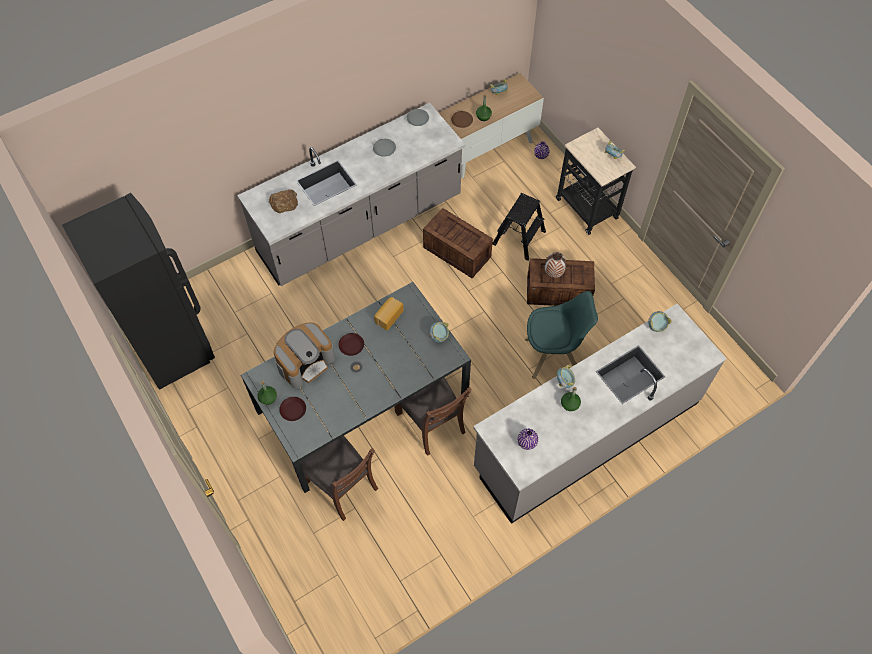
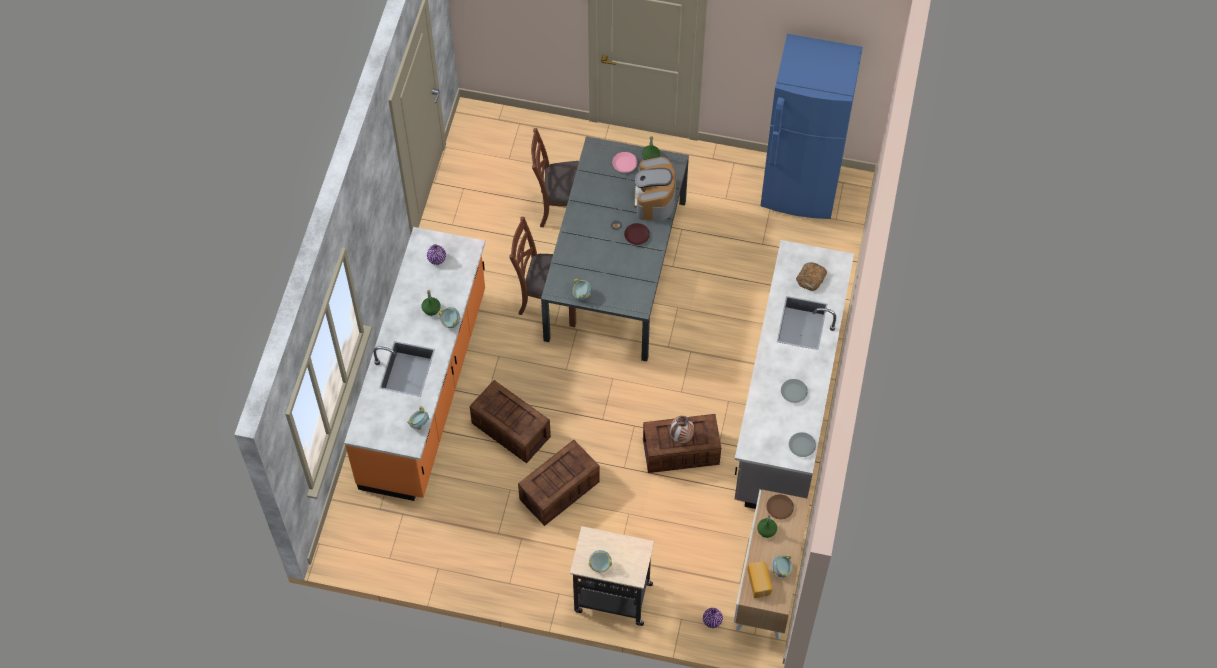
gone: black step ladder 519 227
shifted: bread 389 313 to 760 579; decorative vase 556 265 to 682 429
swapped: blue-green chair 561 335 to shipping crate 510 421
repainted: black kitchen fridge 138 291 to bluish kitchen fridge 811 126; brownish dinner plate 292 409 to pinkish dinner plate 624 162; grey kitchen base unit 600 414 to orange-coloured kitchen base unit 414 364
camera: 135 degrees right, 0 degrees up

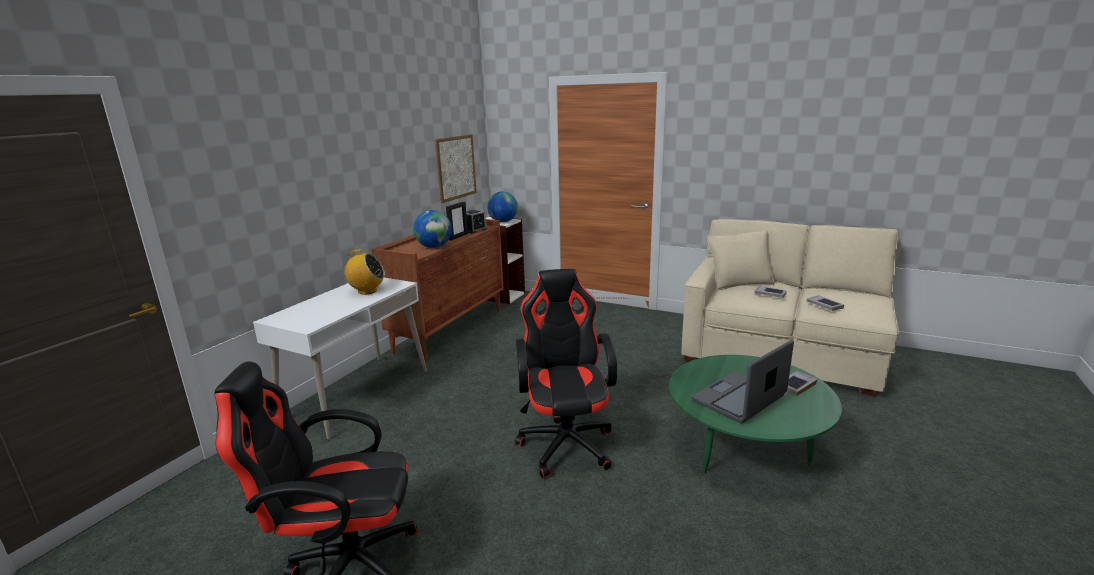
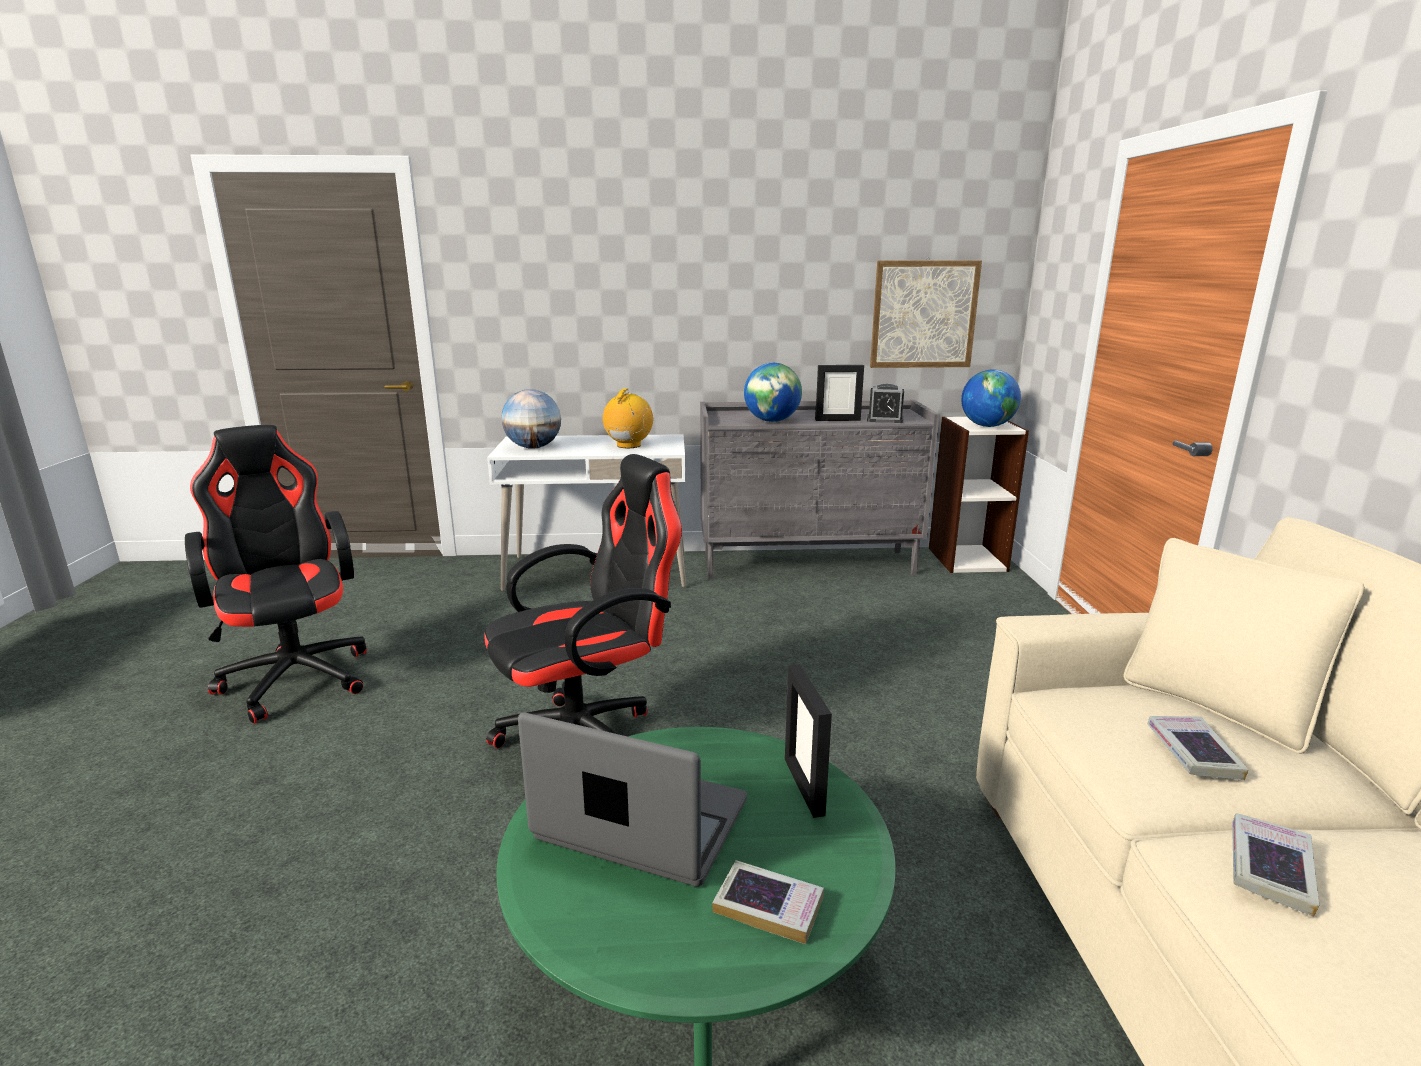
new: world globe 531 419; standing frame 808 741
repainted: brownish cupboard 437 290 to grey cupboard 819 489
rotated: radio receiver 362 272 = 628 418 135 degrees counterclockwise
camera: 60 degrees right, 0 degrees up

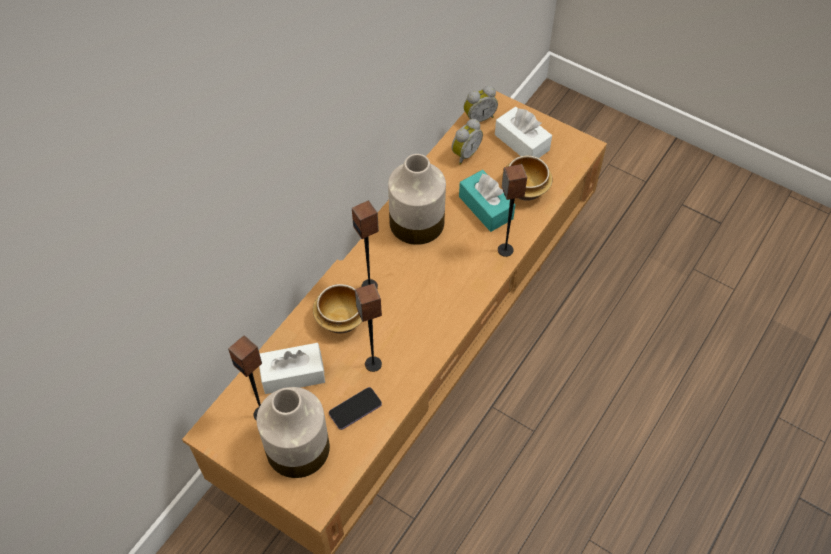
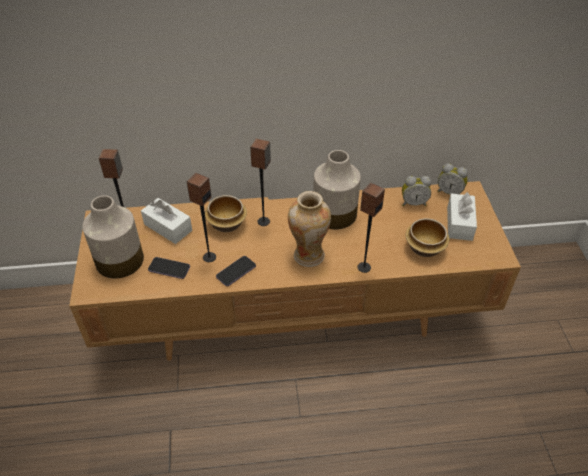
gone: blue-green tissue holder 487 201
new: handset 236 271; decorative vase 309 229
camera: 50 degrees right, 10 degrees down

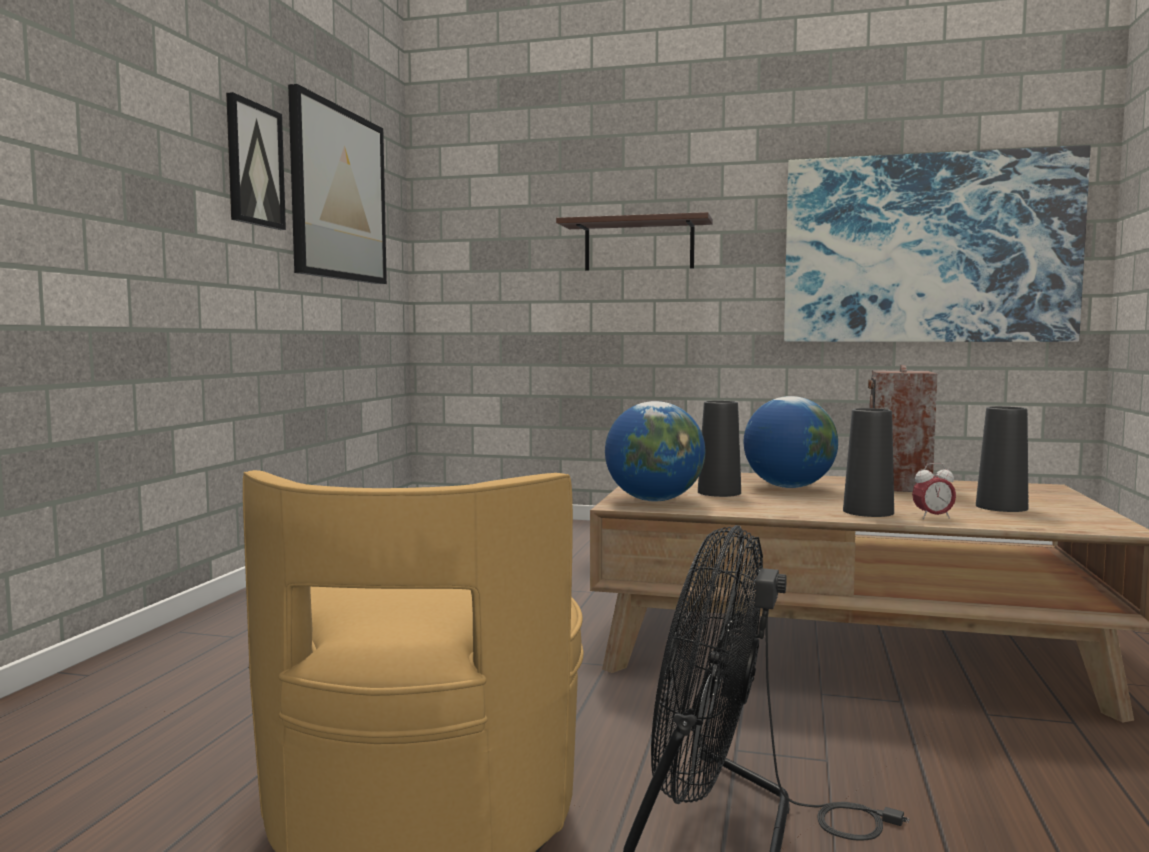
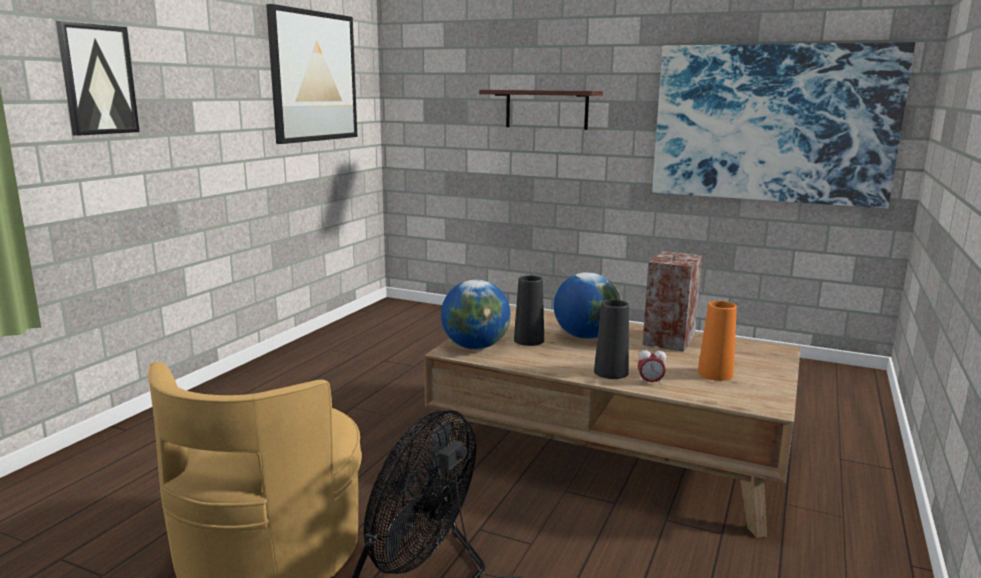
shifted: wall art 256 161 to 98 78
repainted: black decorative vase 1002 459 to orange-coloured decorative vase 717 341
camera: 10 degrees right, 10 degrees up

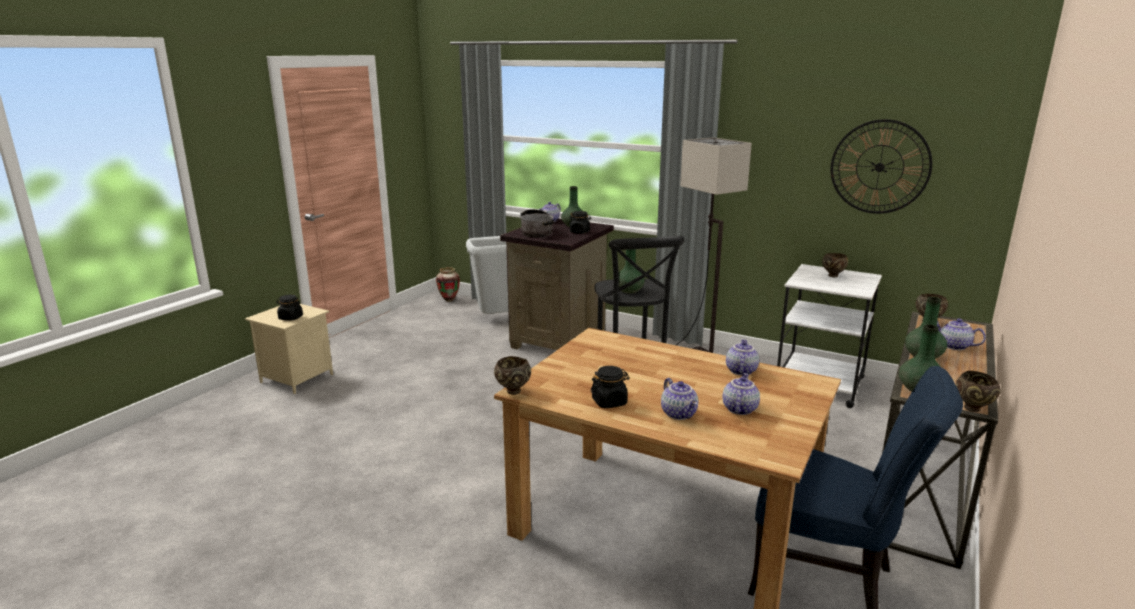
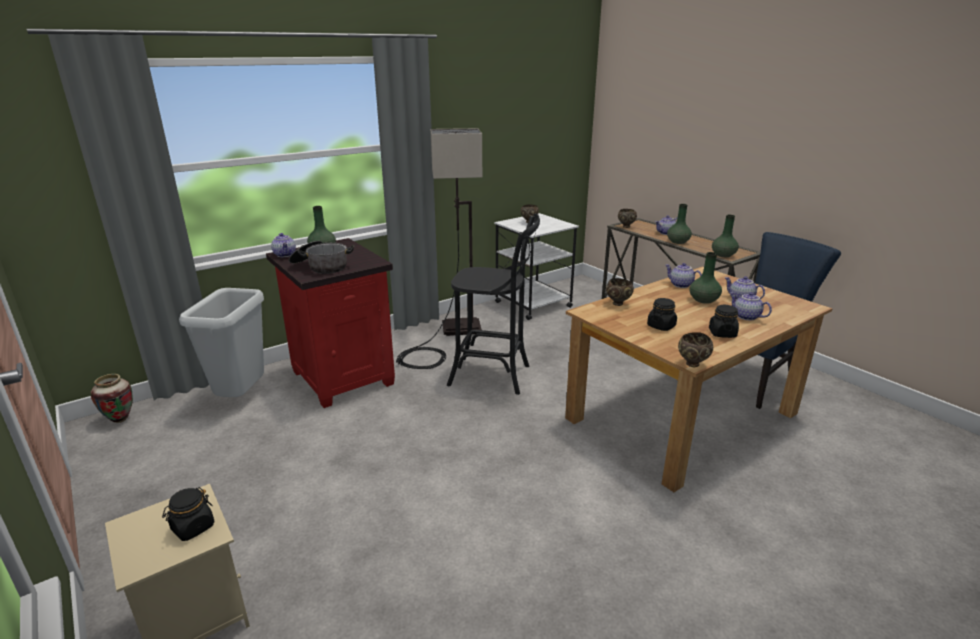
gone: clock on the wall 881 166
shifted: black jar 580 222 to 662 314; green-coloured decorative vase 632 271 to 706 278; brownish bowl 978 391 to 620 292
repainted: beige cupboard 557 284 to reddish cupboard 330 323
rotated: tea pot 679 399 = 751 306 135 degrees counterclockwise
camera: 65 degrees left, 5 degrees up

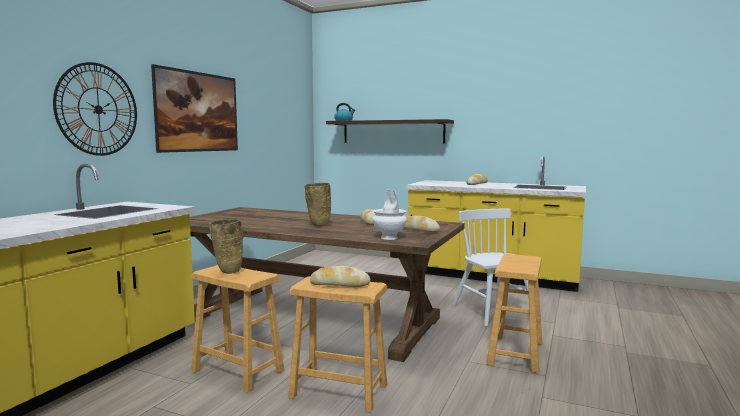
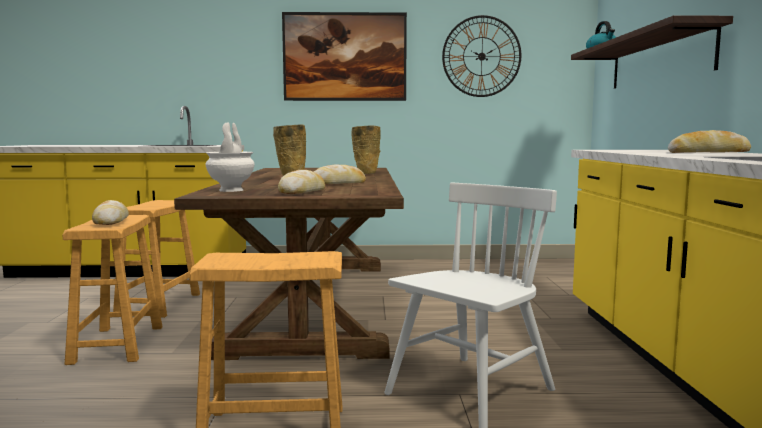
shifted: clock on the wall 95 109 to 481 56; beige decorative vase 226 246 to 365 150
camera: 65 degrees right, 0 degrees up

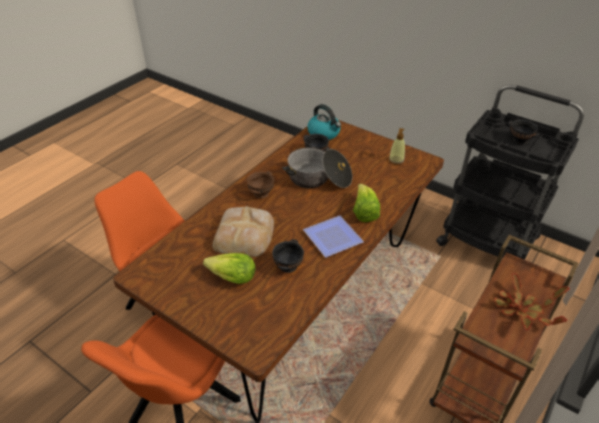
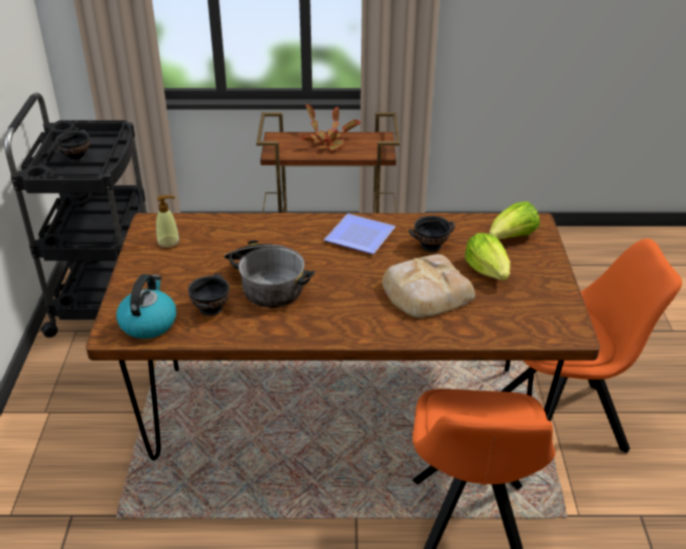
gone: brownish bowl 260 184
shifted: lettuce head 366 203 to 514 220
camera: 125 degrees left, 5 degrees down

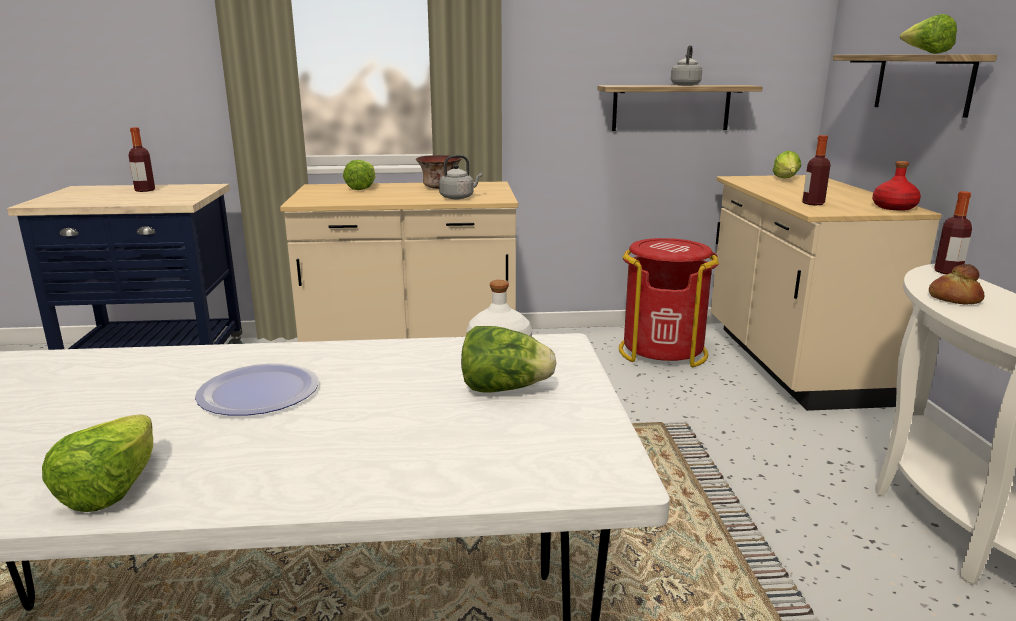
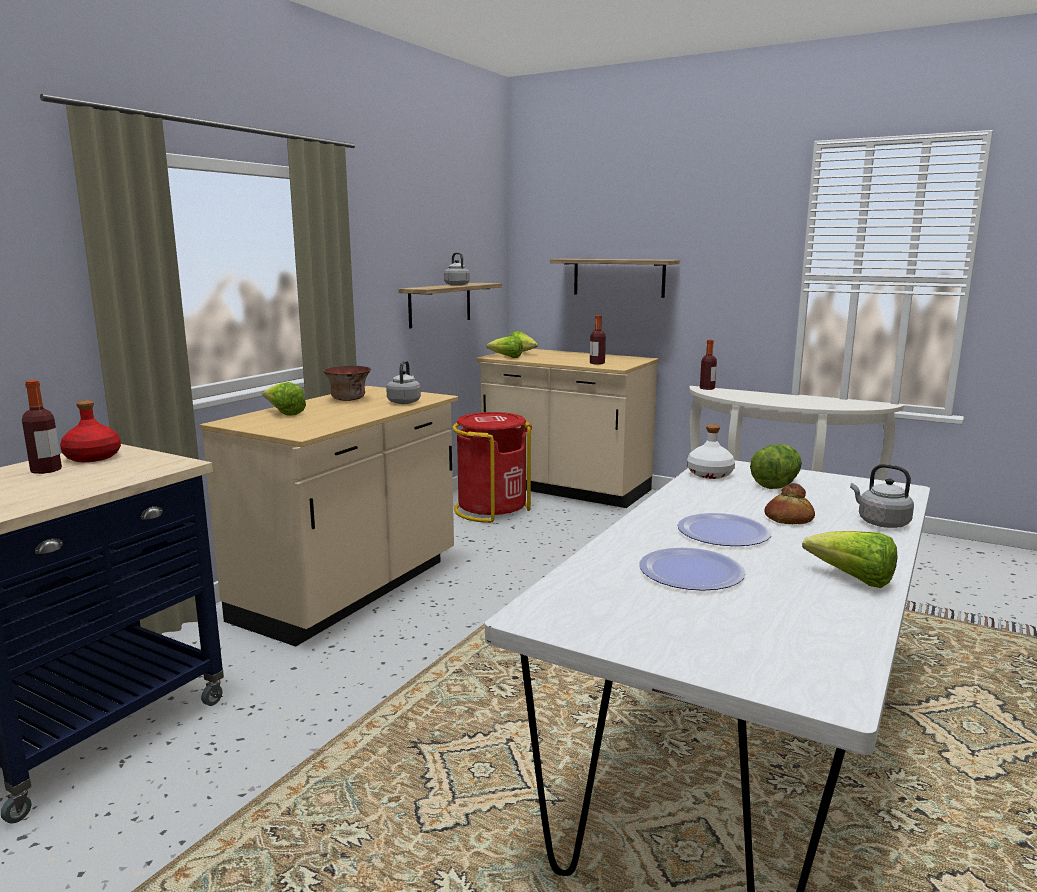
new: dinner plate 693 569; grey kettle 882 496
shifted: reddish bottle 896 186 to 90 431; lettuce head 928 34 to 505 346; bread 956 284 to 789 503
camera: 55 degrees left, 5 degrees down

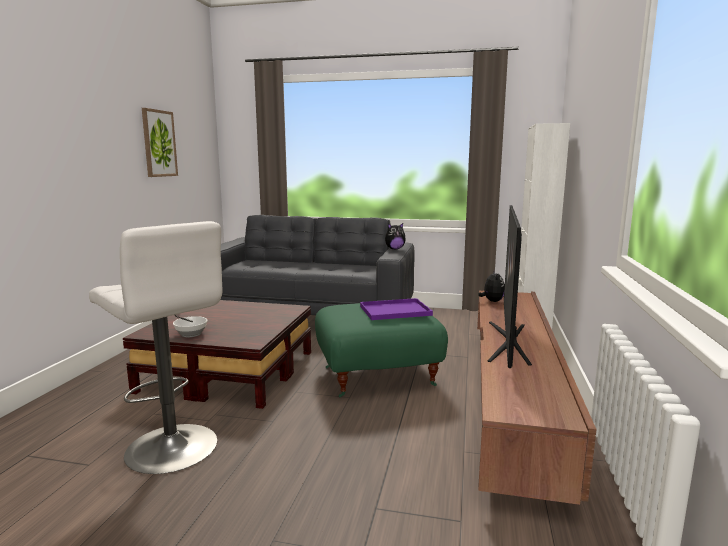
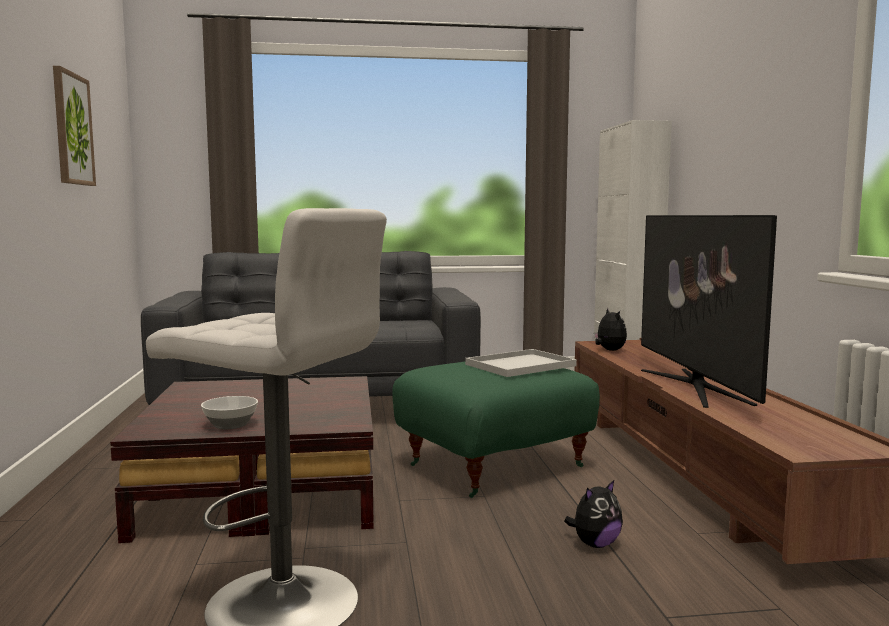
shifted: soft toy 395 236 to 593 514
repainted: purple-coloured carrying tray 396 309 to white carrying tray 521 363
camera: 20 degrees left, 5 degrees down

